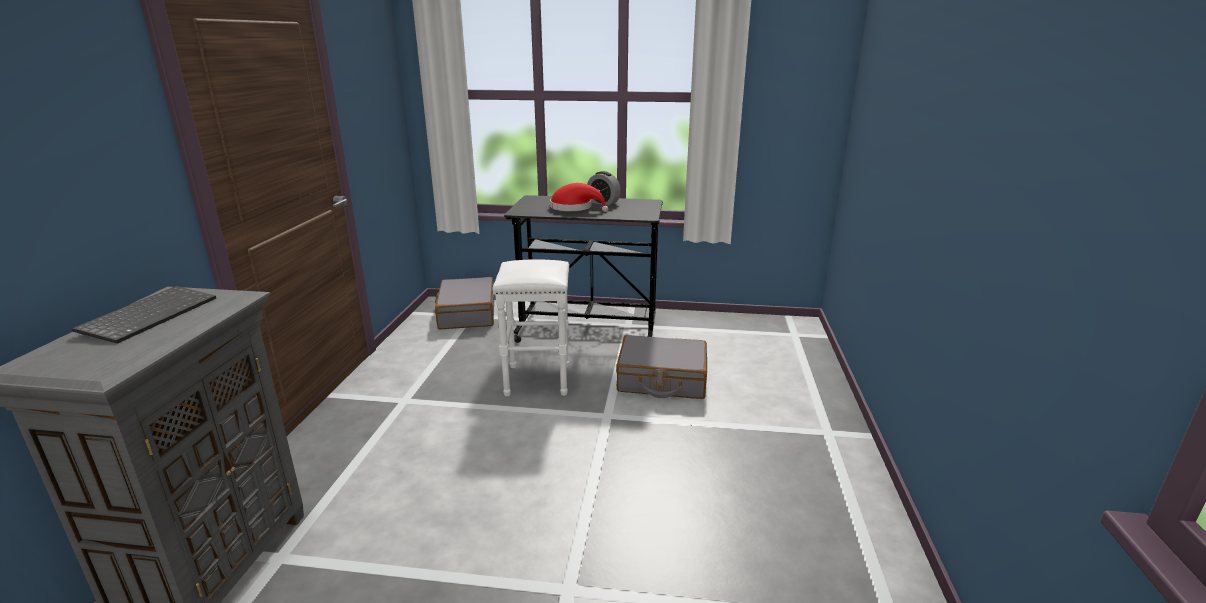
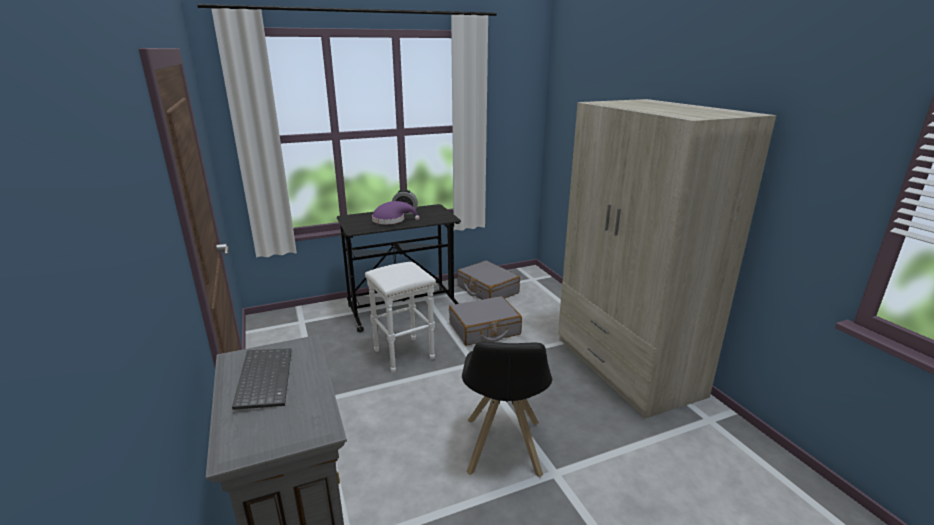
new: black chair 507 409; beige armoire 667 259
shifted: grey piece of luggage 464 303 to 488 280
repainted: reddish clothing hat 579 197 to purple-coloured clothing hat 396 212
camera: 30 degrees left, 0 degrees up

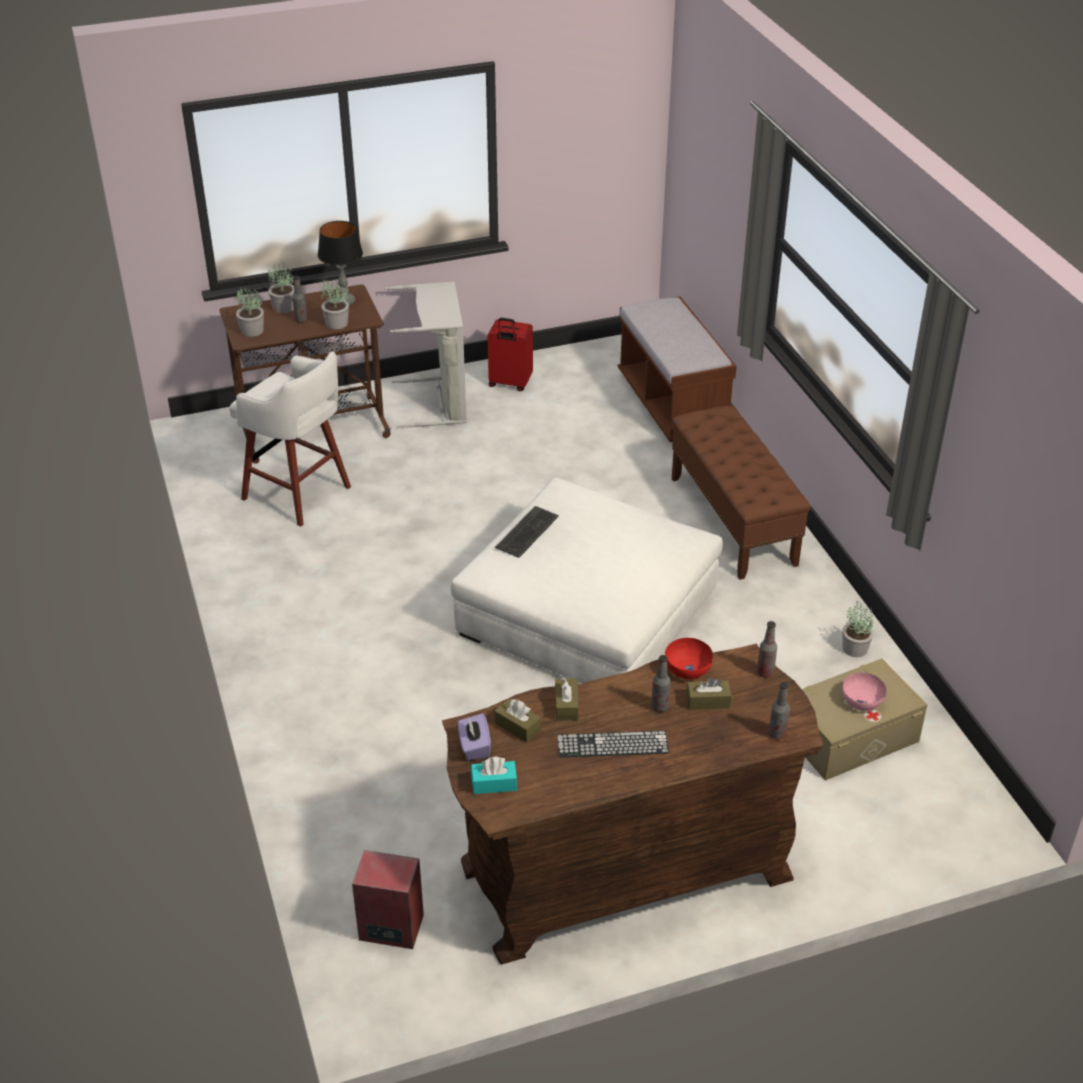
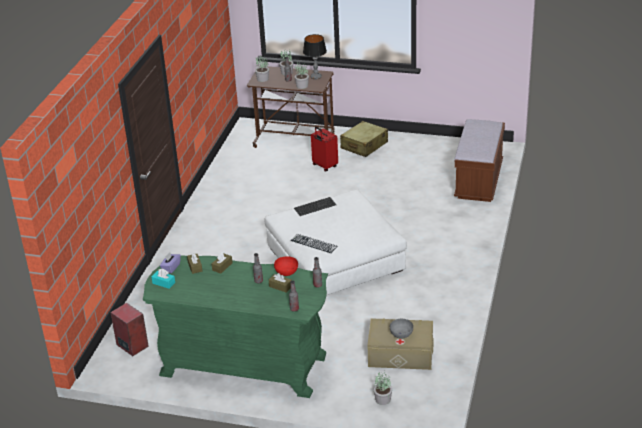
gone: white stool seat 290 439; brownish bench 741 493
shifted: reddish piece of luggage 510 354 to 324 149; computer keyboard 613 744 to 314 243; houseplant 858 629 to 383 388
swapped: grey hamper 426 355 to beige piece of luggage 364 139
repainted: brownish chest of drawers 632 804 to green-coloured chest of drawers 235 326; pinkish bowl 864 692 to grey bowl 401 328
camera: 35 degrees right, 5 degrees down

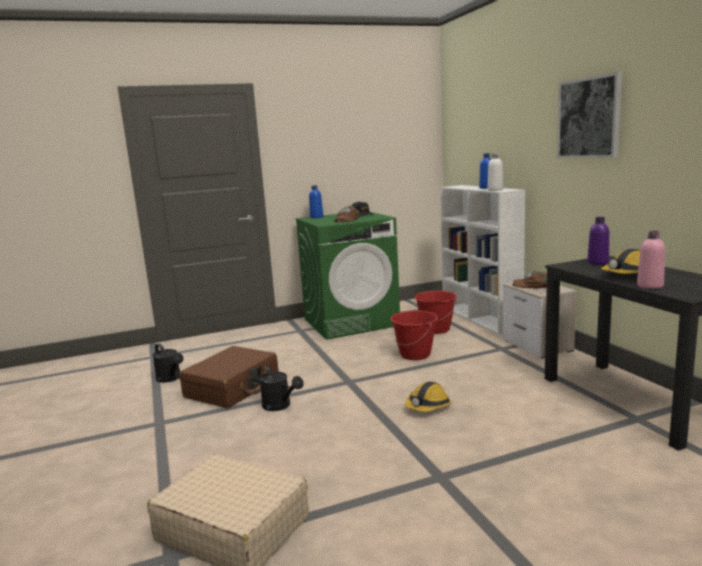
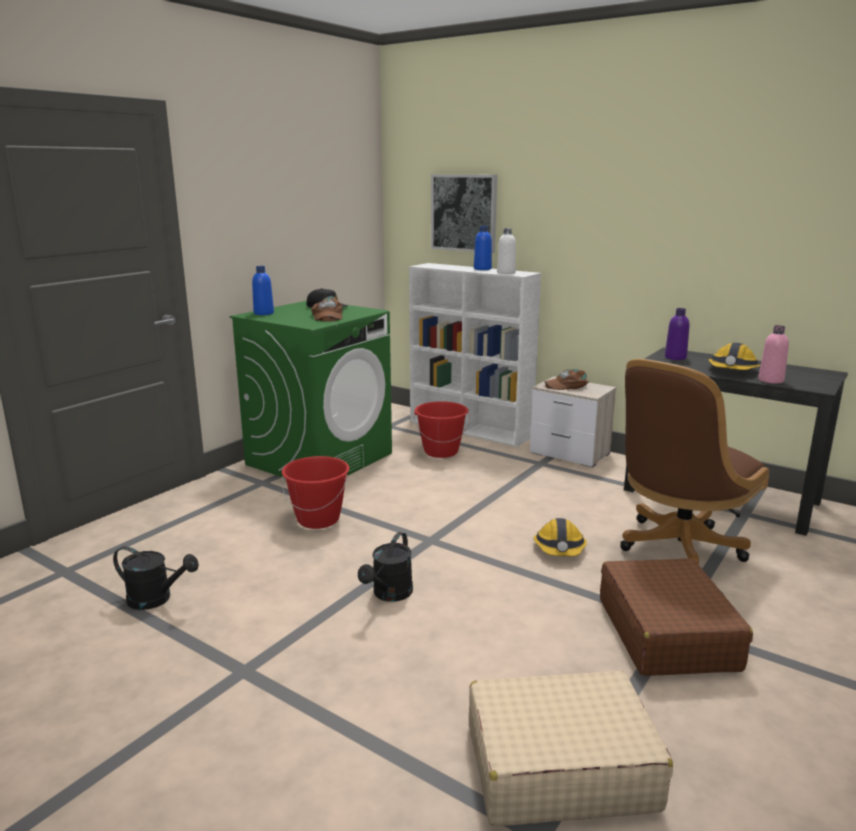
new: brownish computer chair 694 461
shifted: brownish piece of luggage 229 377 to 676 617; reddish water bucket 414 335 to 315 492; wall art 589 115 to 464 213
rotated: black watering pot 280 388 = 385 567 105 degrees clockwise
camera: 35 degrees left, 5 degrees up

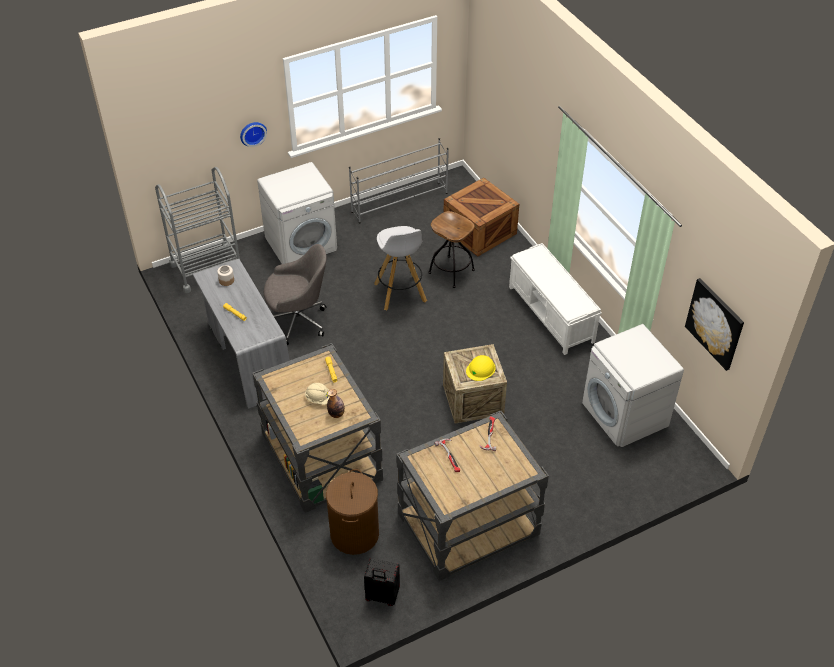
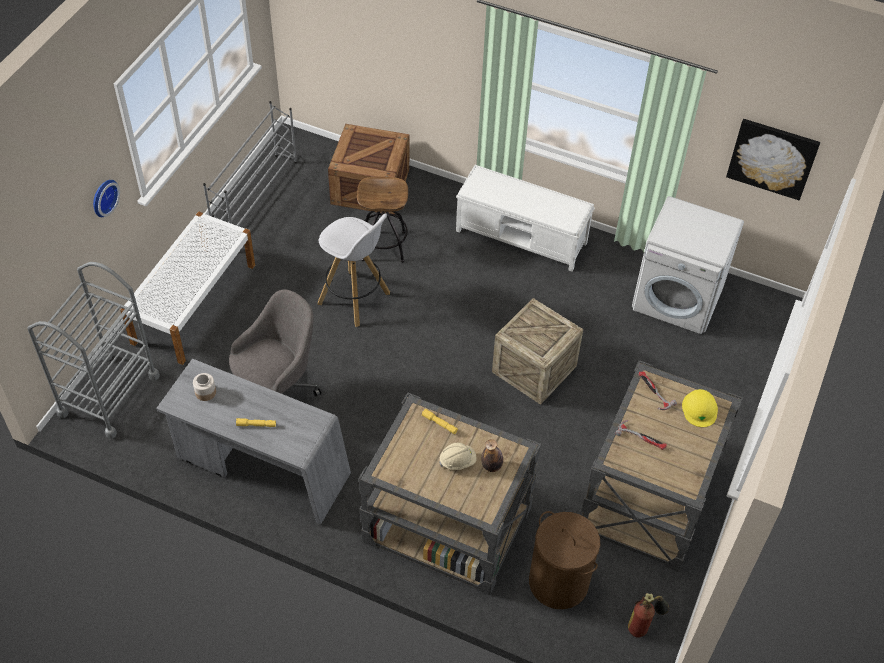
shifted: yellowish work helmet 481 368 to 700 408
swapped: white laundry appliance 297 213 to white bench 187 288; black piece of luggage 382 582 to extinguisher 648 615
camera: 40 degrees left, 5 degrees up

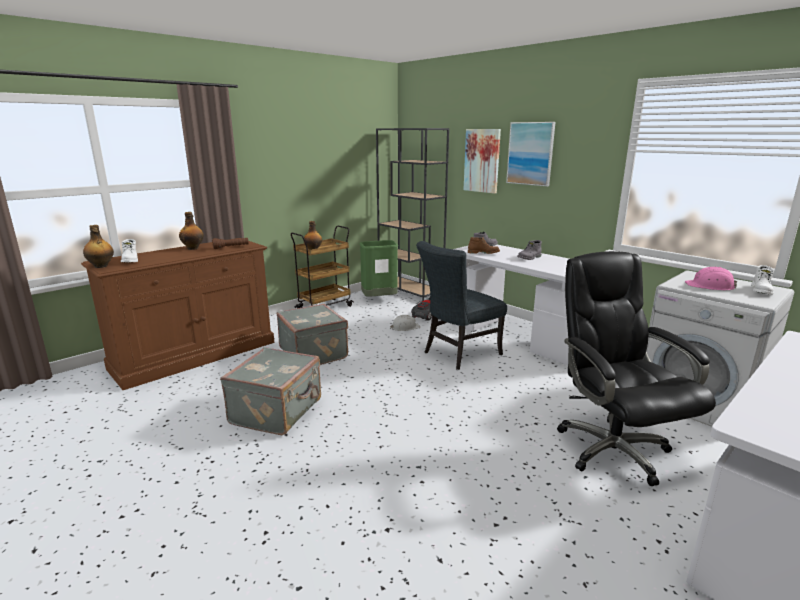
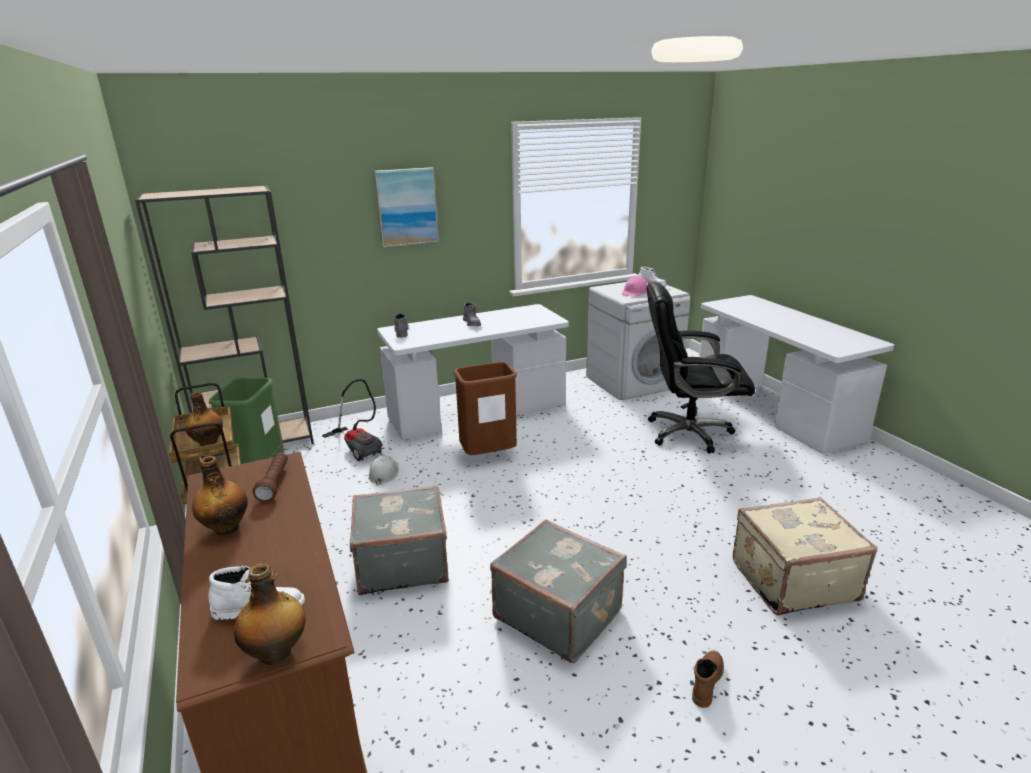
gone: wall art 482 161
new: beige piece of luggage 805 556
shifted: brownish boot 484 245 to 708 679
swapped: grey chair 461 305 to brownish trash can 485 408
camera: 70 degrees left, 5 degrees up

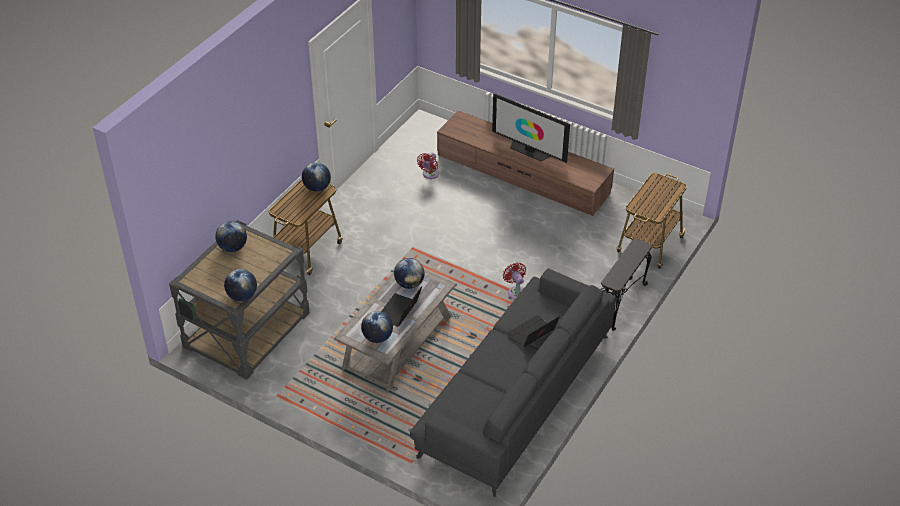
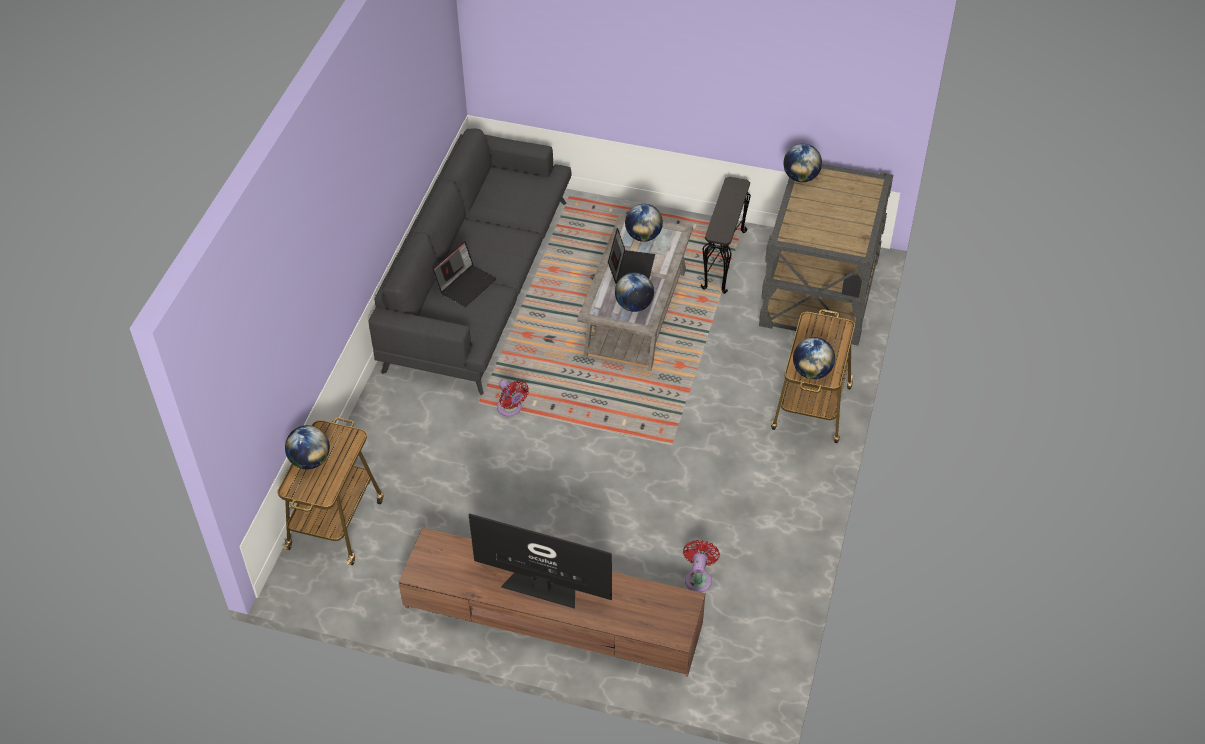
shifted: world globe 231 236 to 307 447; black end table 626 285 to 726 235
camera: 165 degrees right, 5 degrees up

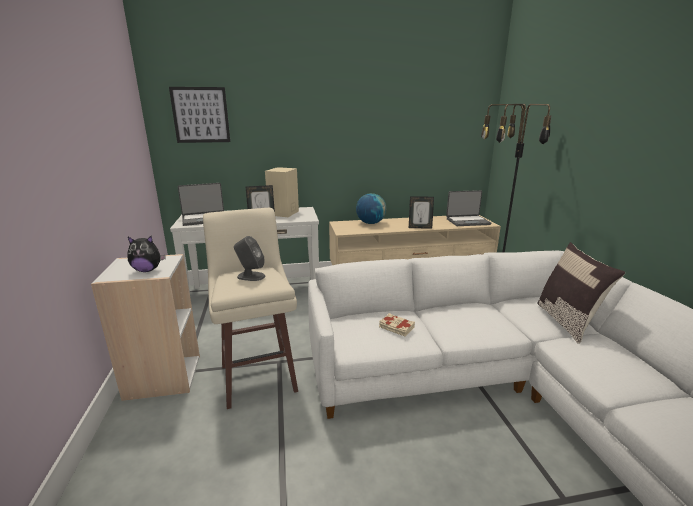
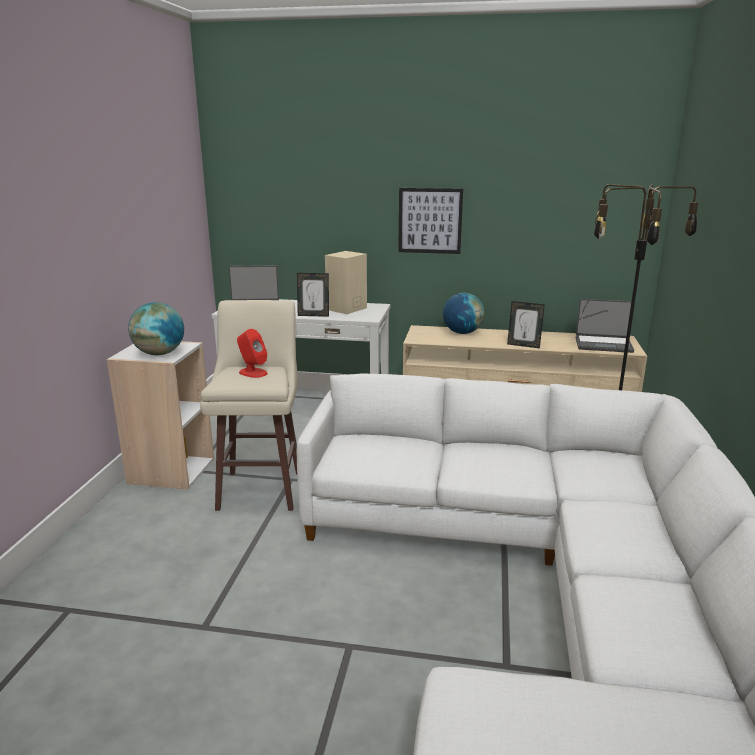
gone: beige bound book 397 324; pillow 581 293
shifted: wall art 199 115 to 430 221
swapped: soft toy 146 254 to world globe 156 328
repainted: grey audio speaker 249 258 to reddish audio speaker 252 353
camera: 20 degrees right, 0 degrees up

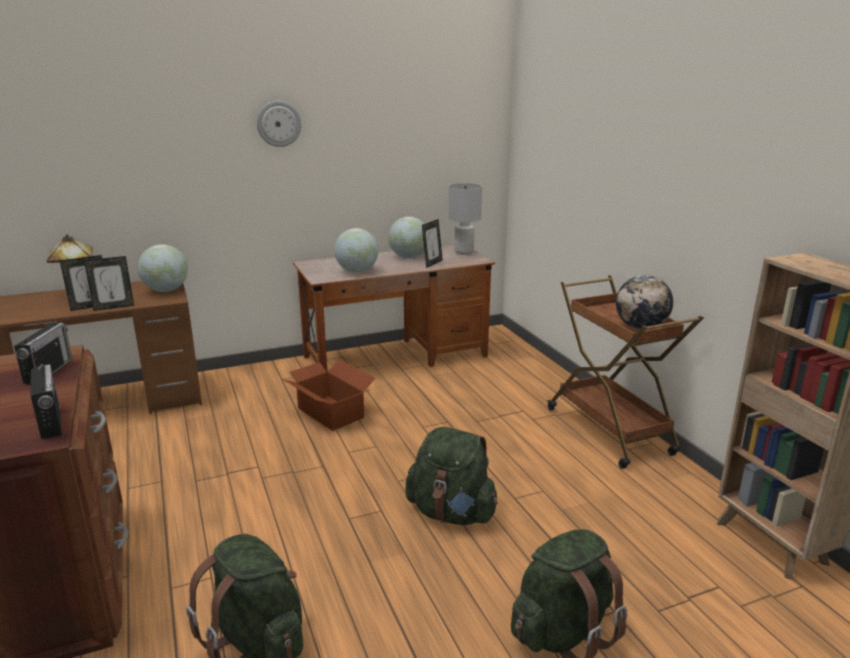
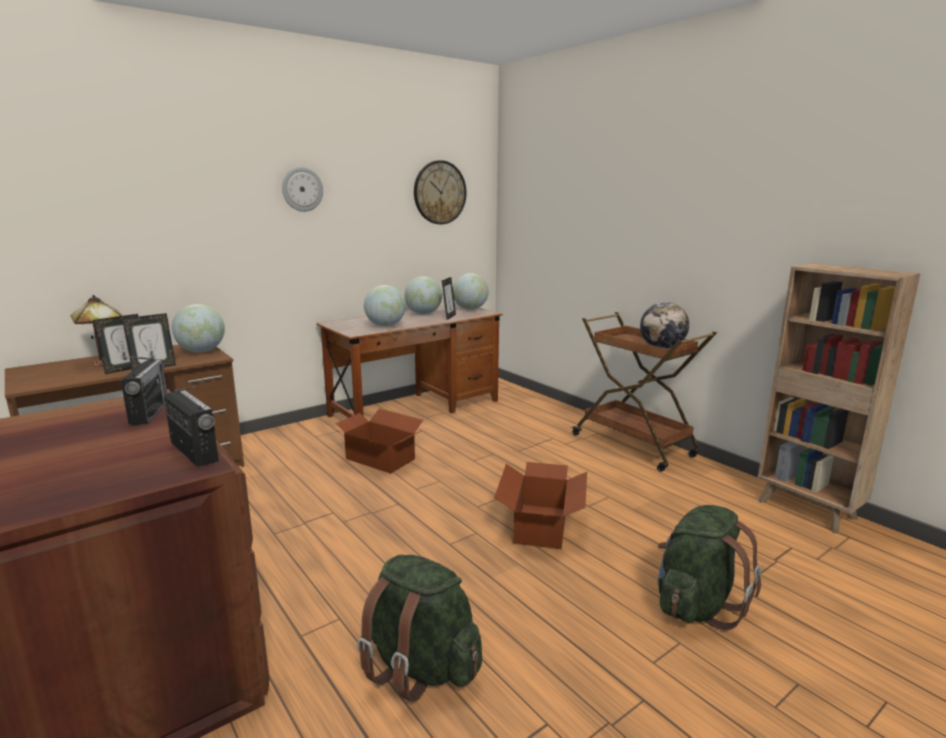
new: clock on the wall 440 192
swapped: green-coloured backpack 451 476 to packing box 540 505; grey tabletop lamp 465 219 to world globe 471 291
camera: 15 degrees left, 5 degrees down

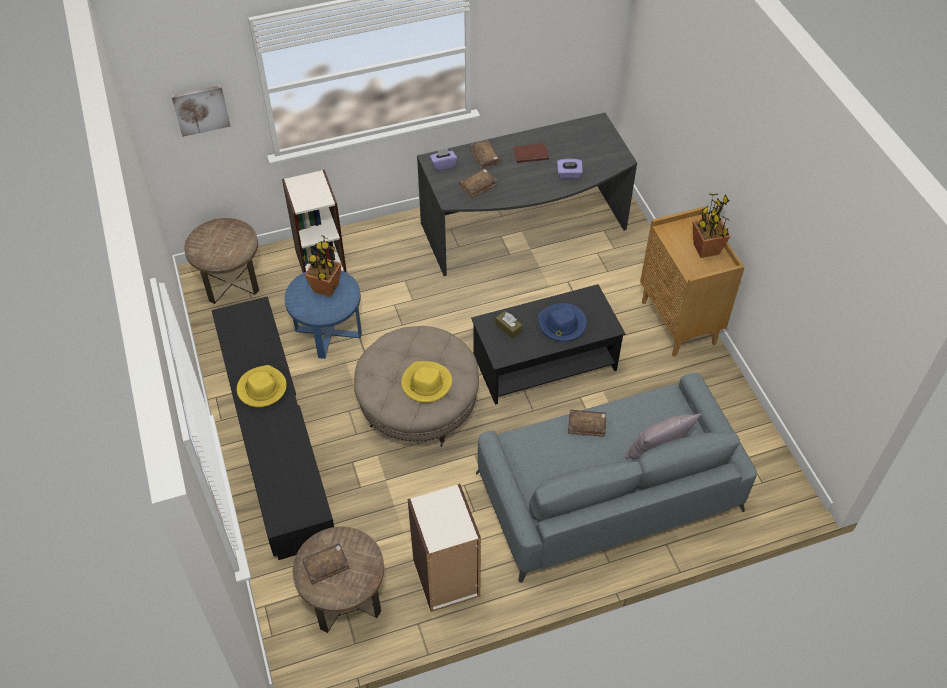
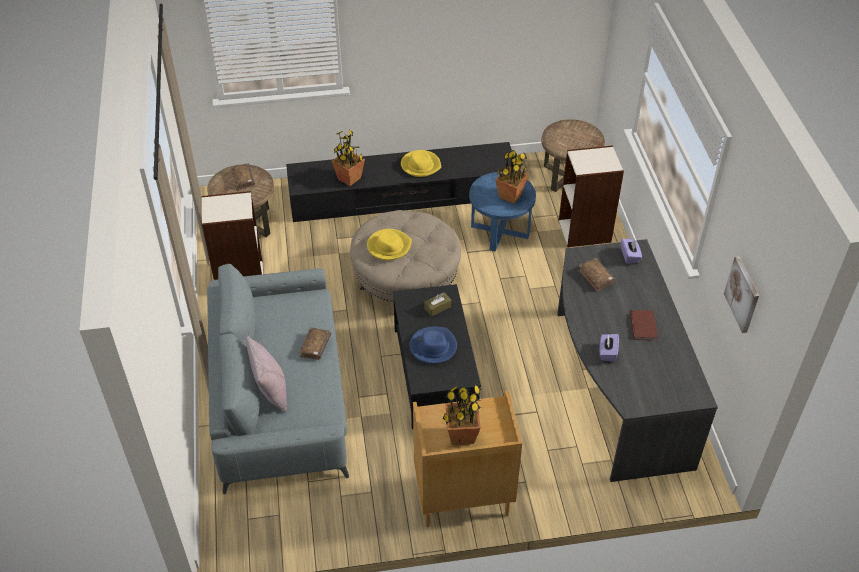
gone: brownish bound book 485 154
new: houseplant 348 157
shifted: wall art 201 111 to 741 294
camera: 100 degrees right, 5 degrees down

